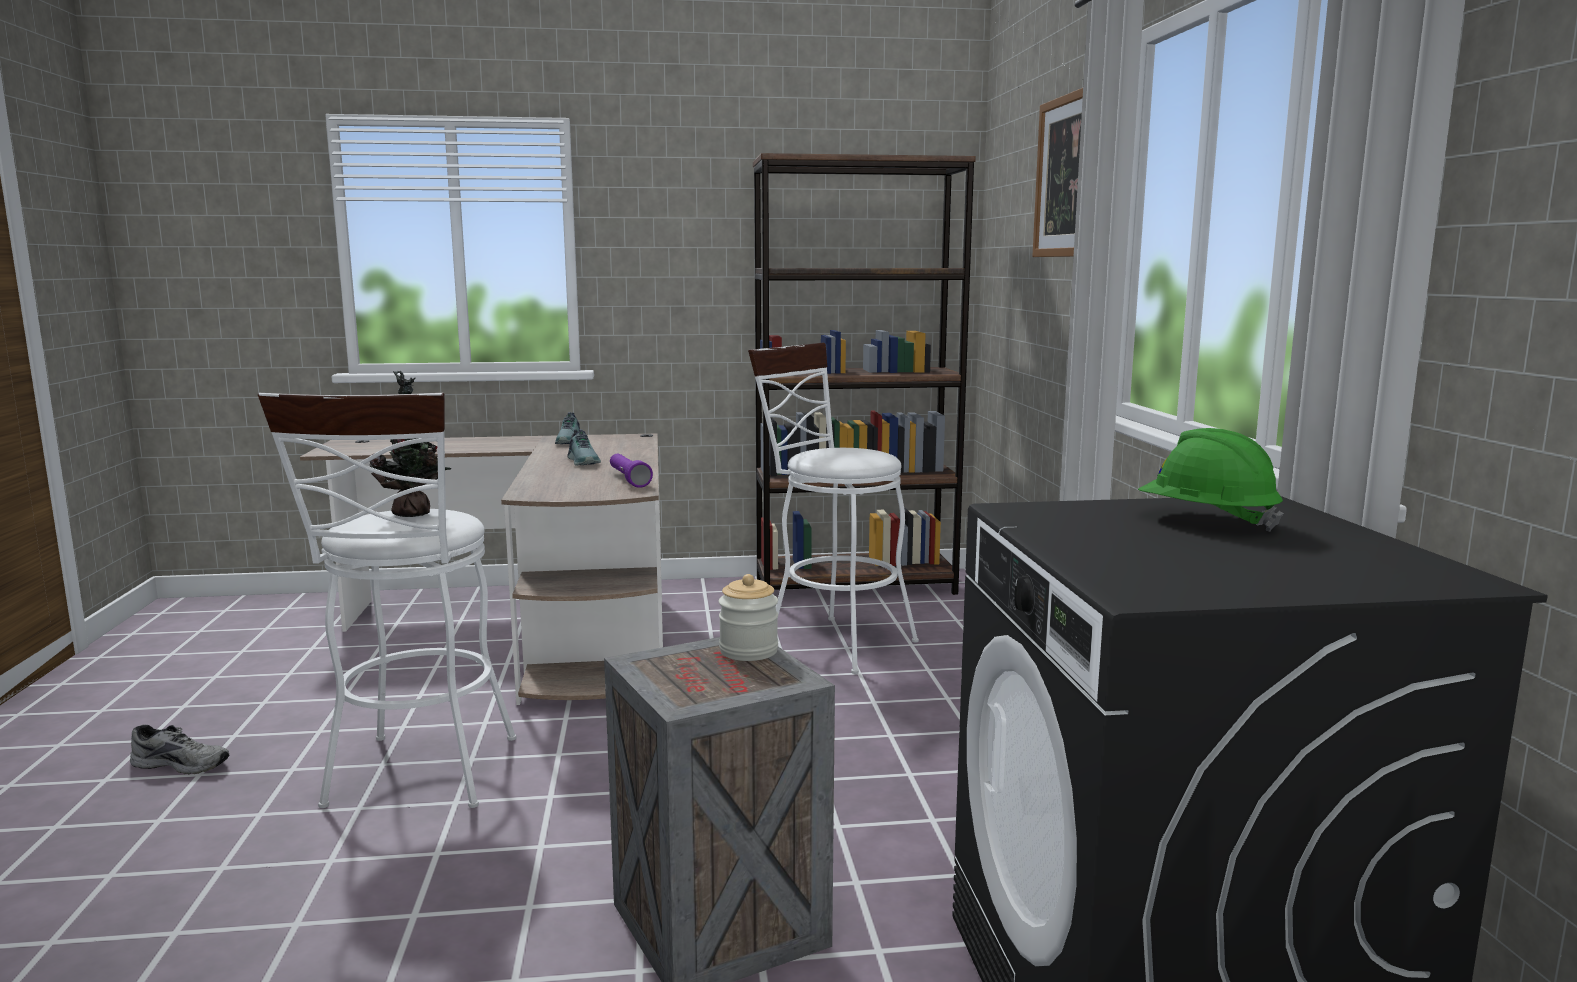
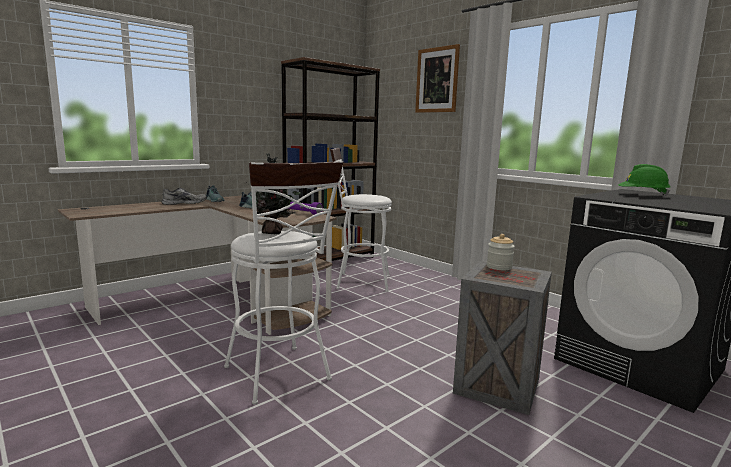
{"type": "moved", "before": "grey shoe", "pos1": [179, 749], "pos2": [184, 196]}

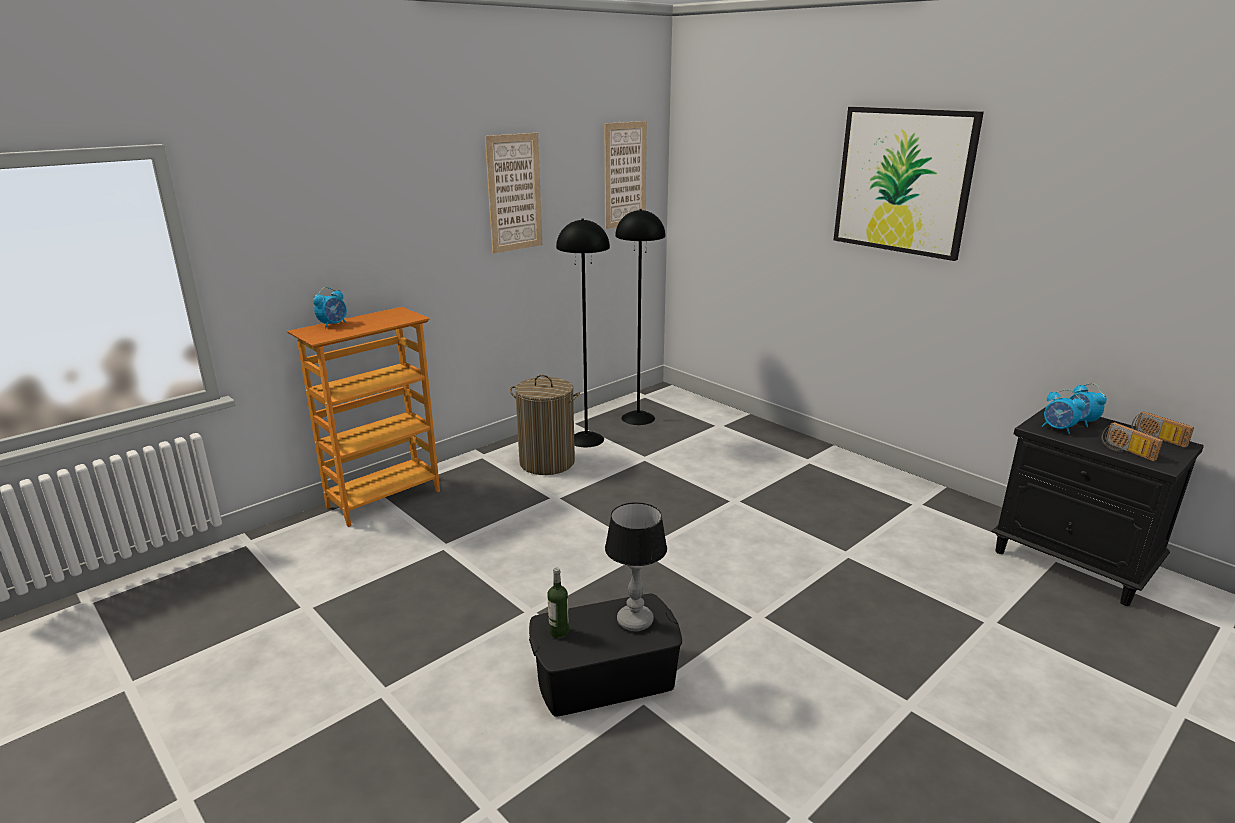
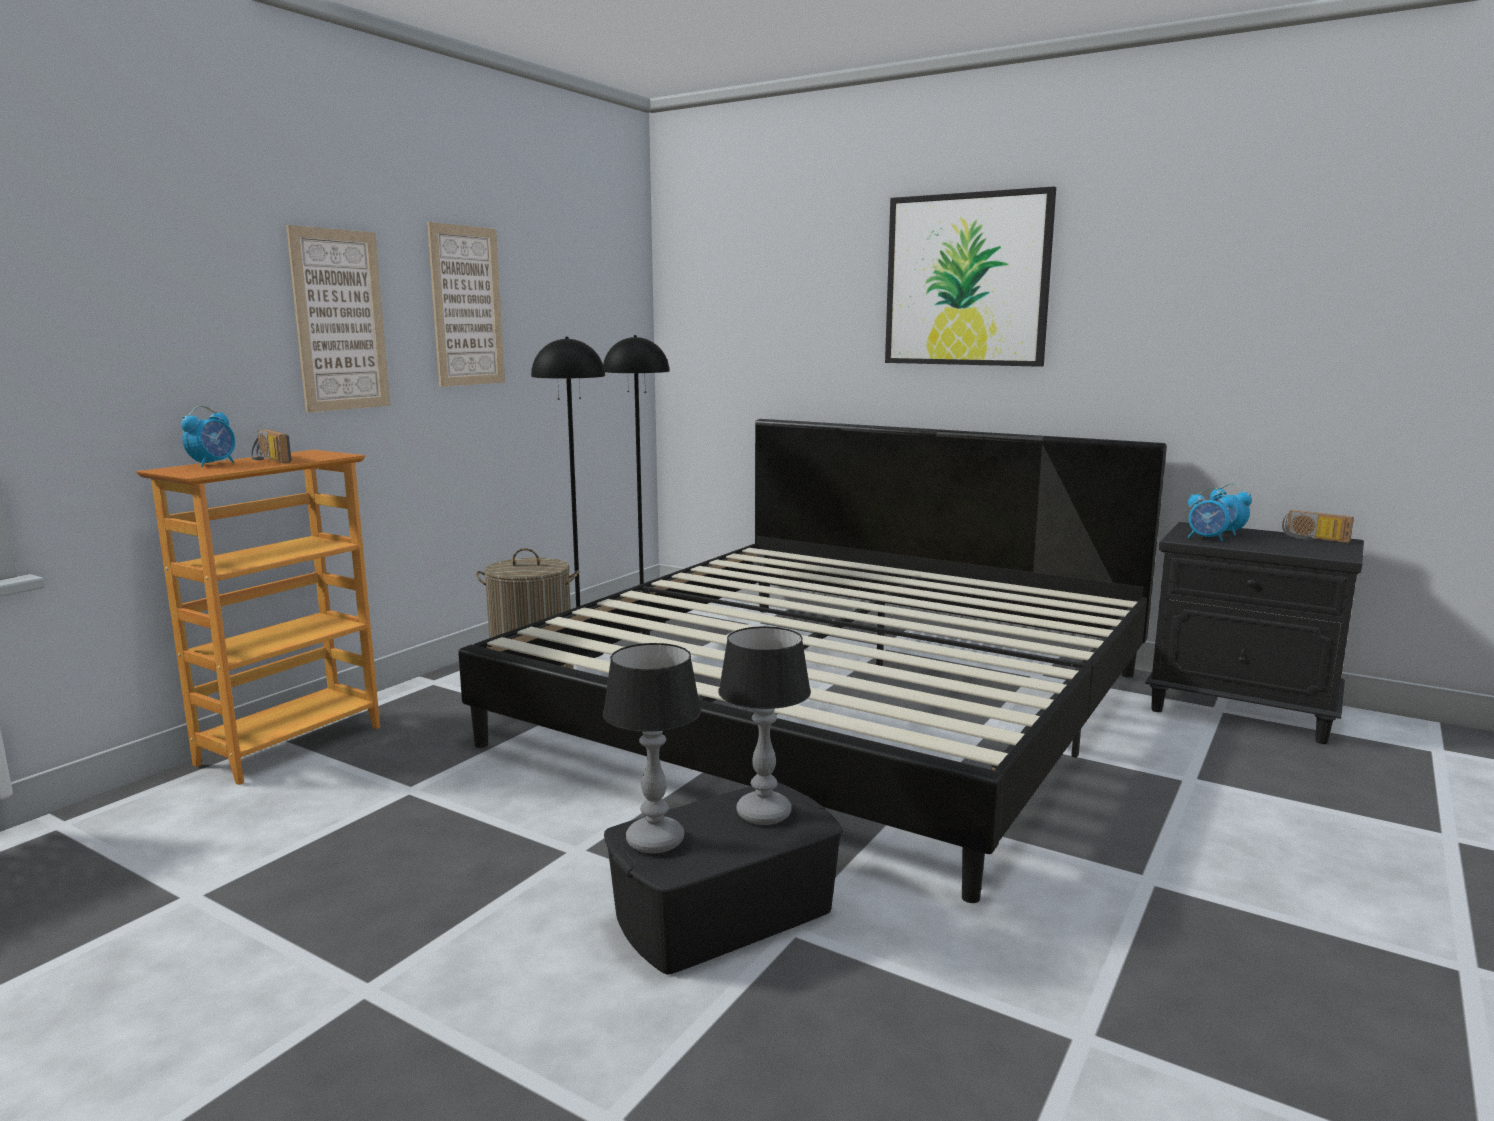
{"type": "added", "after": "bed", "pos2": [812, 661]}
{"type": "moved", "before": "picture", "pos1": [625, 175], "pos2": [338, 319]}
{"type": "moved", "before": "radio", "pos1": [1132, 441], "pos2": [271, 446]}
{"type": "replaced", "before": "bottle", "after": "table lamp", "pos1": [558, 602], "pos2": [652, 748]}

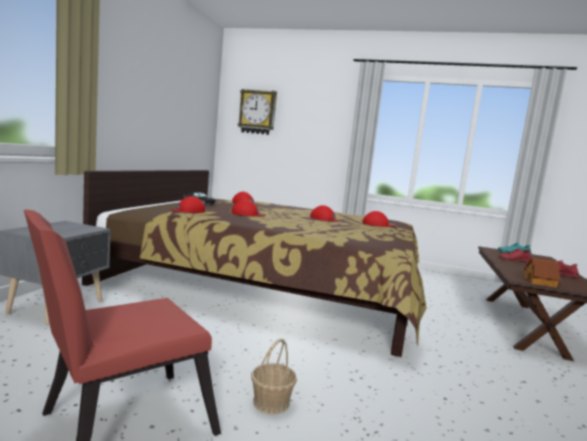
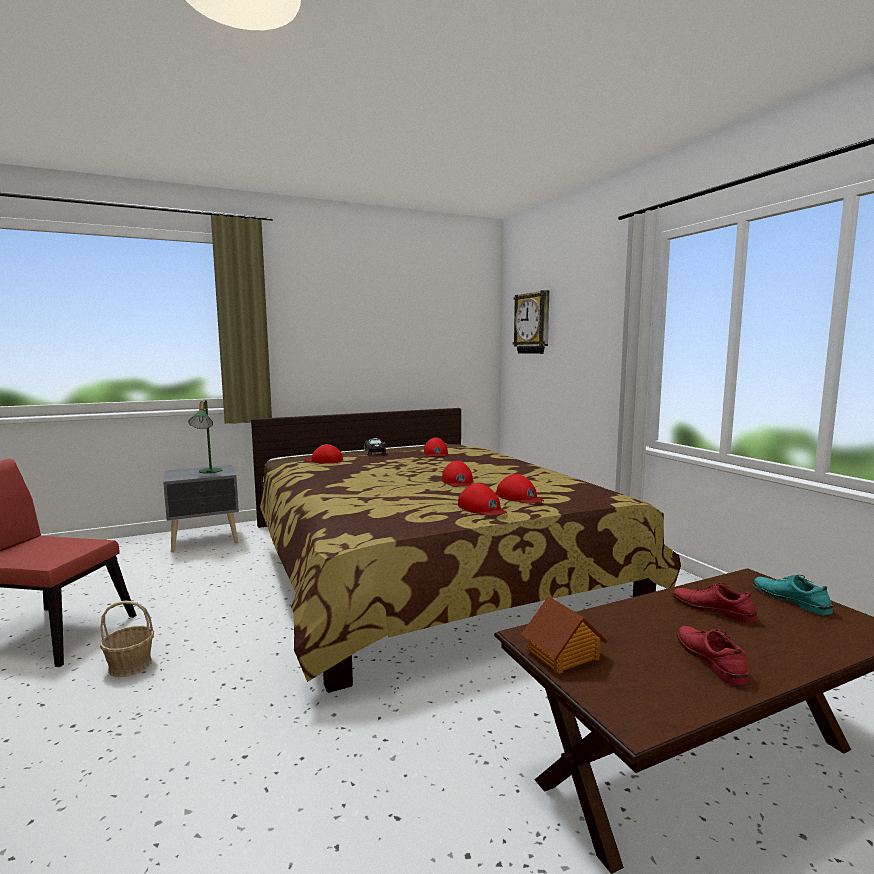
{"type": "added", "after": "green table lamp", "pos2": [205, 436]}
{"type": "moved", "before": "red cap", "pos1": [248, 208], "pos2": [482, 499]}

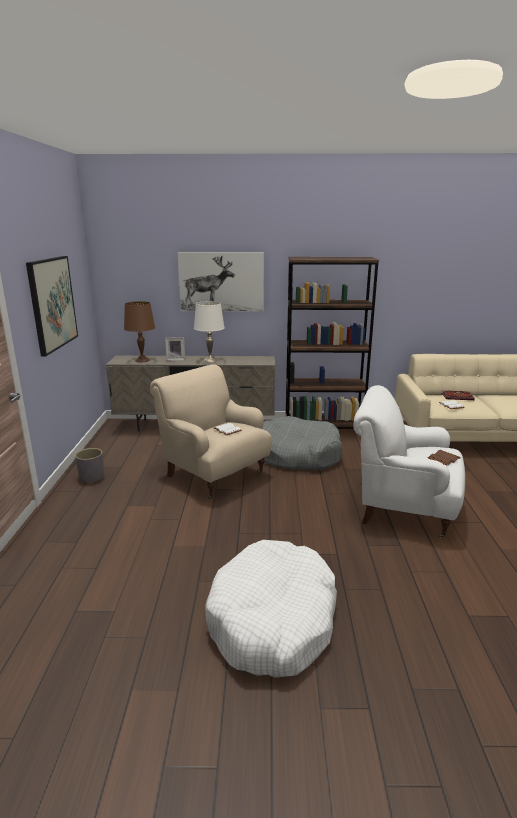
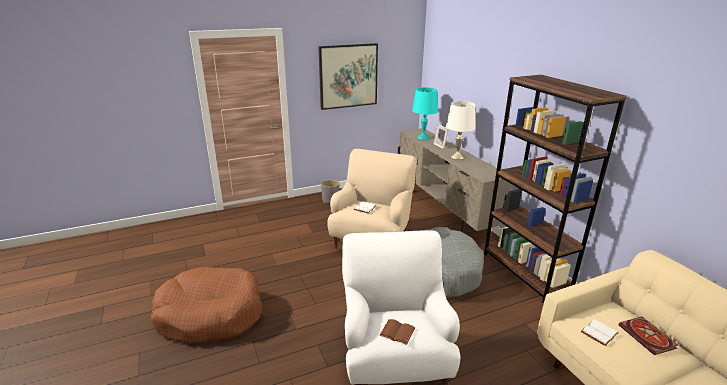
{"type": "removed", "before": "picture", "pos1": [220, 281]}
{"type": "recoloured", "before": "brown table lamp", "after": "turquoise table lamp", "pos1": [139, 332], "pos2": [425, 113]}
{"type": "recoloured", "before": "white dog bed", "after": "brown dog bed", "pos1": [271, 608], "pos2": [206, 305]}

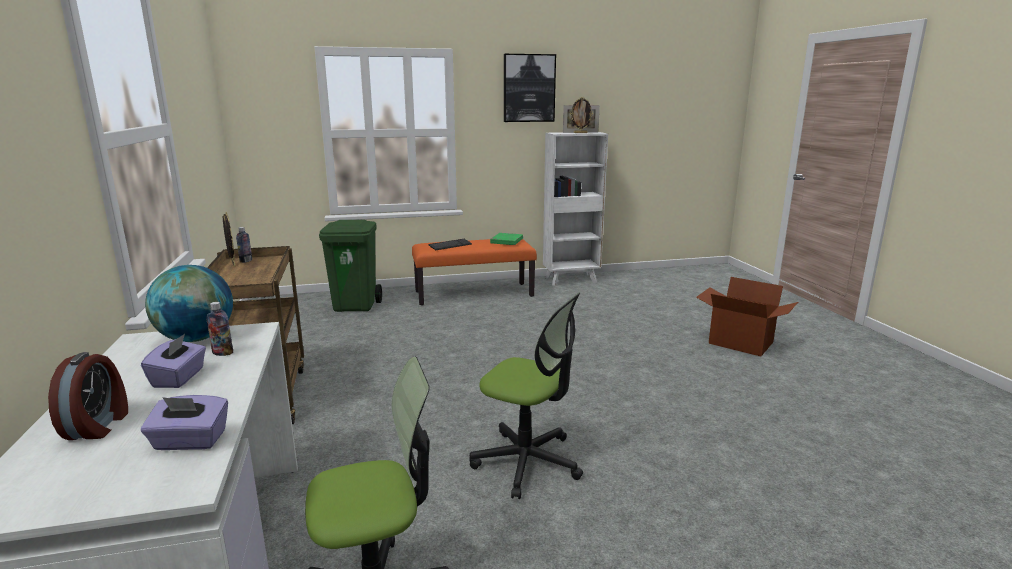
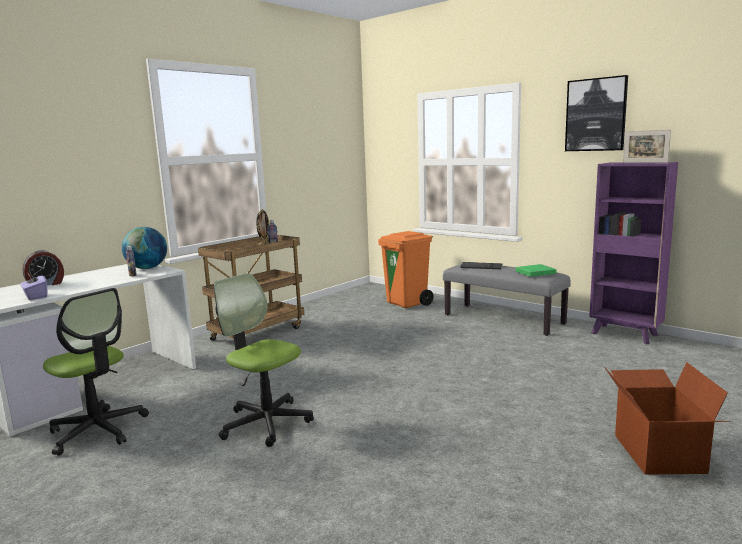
{"type": "removed", "before": "purple tissue box", "pos1": [173, 361]}
{"type": "removed", "before": "picture frame", "pos1": [581, 115]}
{"type": "recoloured", "before": "green trash can", "after": "orange trash can", "pos1": [350, 266], "pos2": [406, 269]}
{"type": "recoloured", "before": "orange bench", "after": "grey bench", "pos1": [474, 272], "pos2": [507, 299]}
{"type": "recoloured", "before": "white bookcase", "after": "purple bookcase", "pos1": [575, 209], "pos2": [633, 253]}
{"type": "turned", "before": "office chair", "pos1": [526, 396], "pos2": [264, 360], "turn": 135}

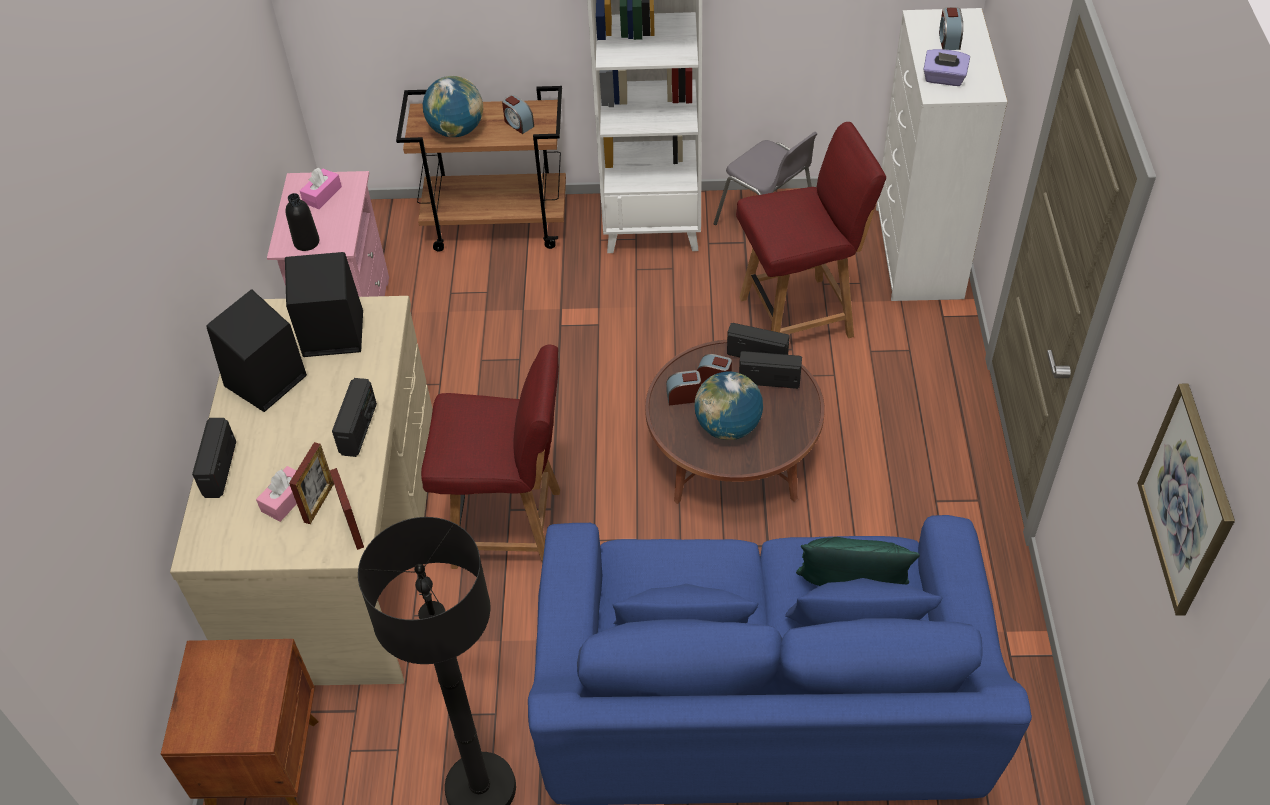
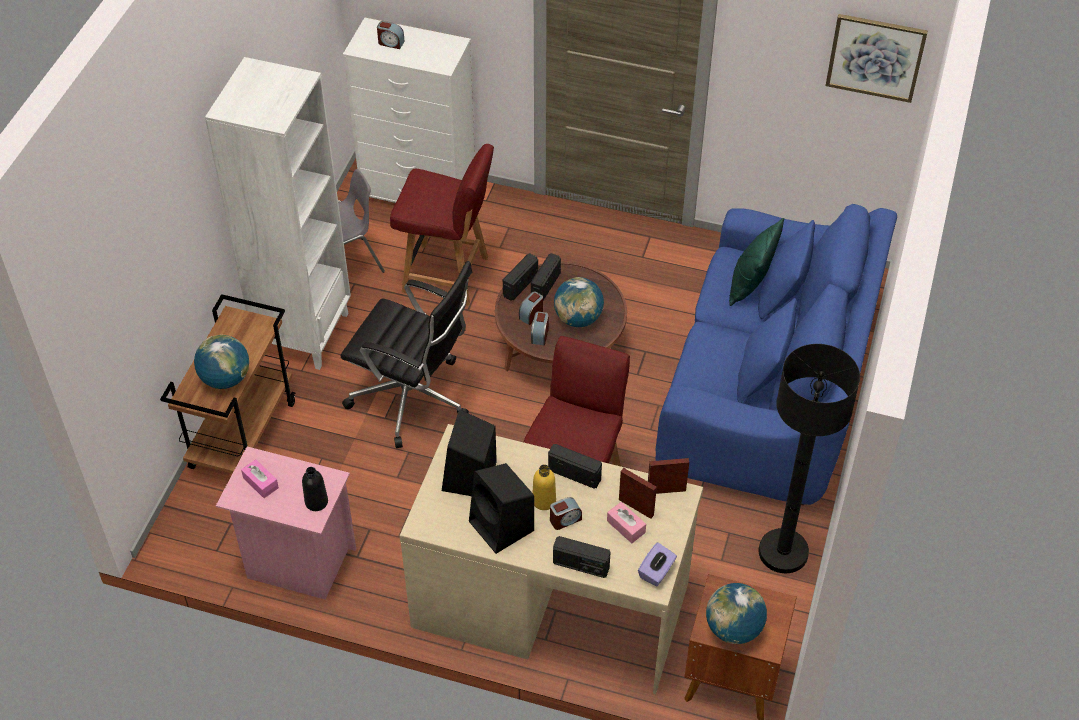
{"type": "added", "after": "black office chair", "pos2": [406, 354]}
{"type": "added", "after": "yellow bottle", "pos2": [544, 487]}
{"type": "added", "after": "globe", "pos2": [736, 613]}
{"type": "moved", "before": "alarm clock", "pos1": [518, 114], "pos2": [566, 513]}
{"type": "moved", "before": "purple tissue box", "pos1": [946, 67], "pos2": [657, 564]}
{"type": "turned", "before": "red chair", "pos1": [811, 230], "pos2": [442, 225], "turn": 105}

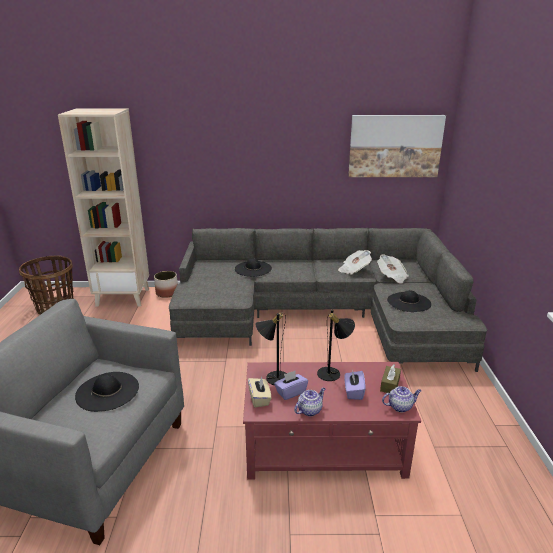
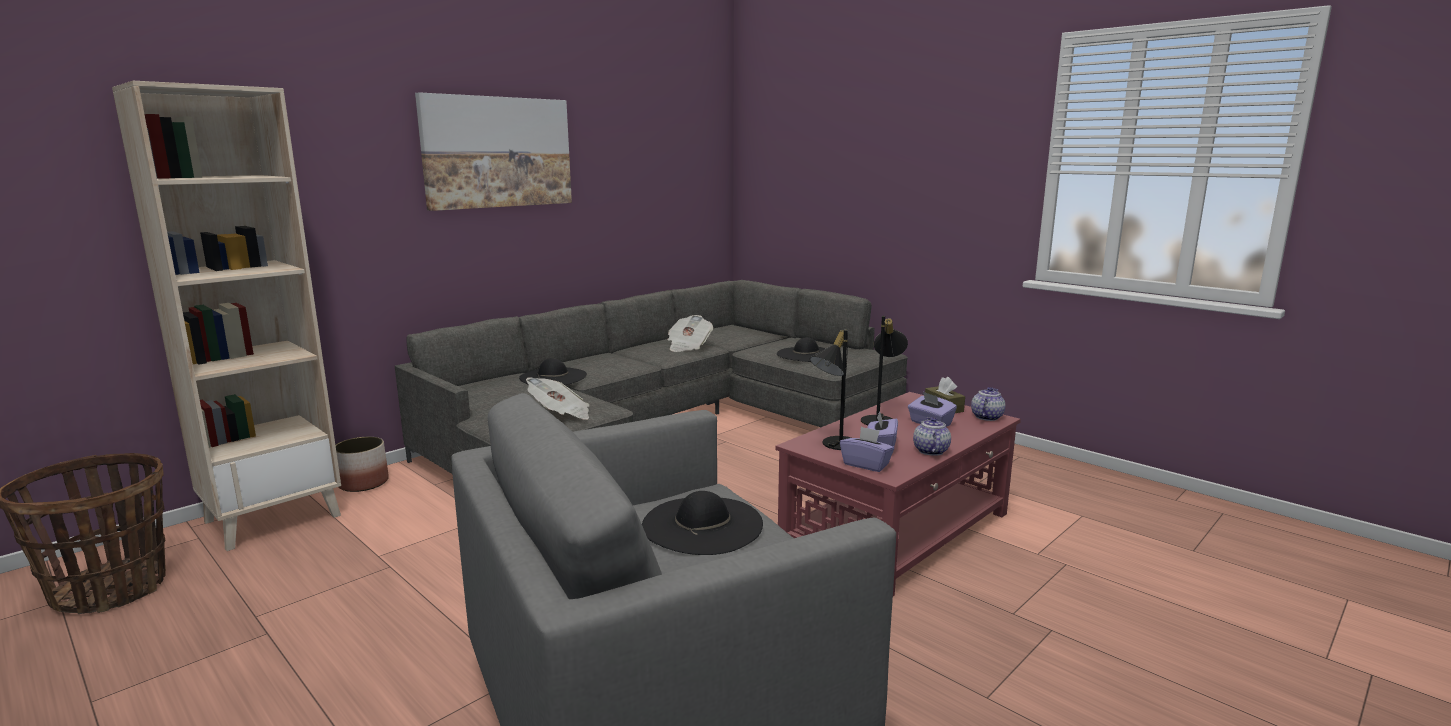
{"type": "moved", "before": "picture", "pos1": [397, 146], "pos2": [493, 151]}
{"type": "moved", "before": "newspaper", "pos1": [393, 269], "pos2": [557, 398]}
{"type": "recoloured", "before": "beige tissue box", "after": "purple tissue box", "pos1": [259, 392], "pos2": [867, 449]}

